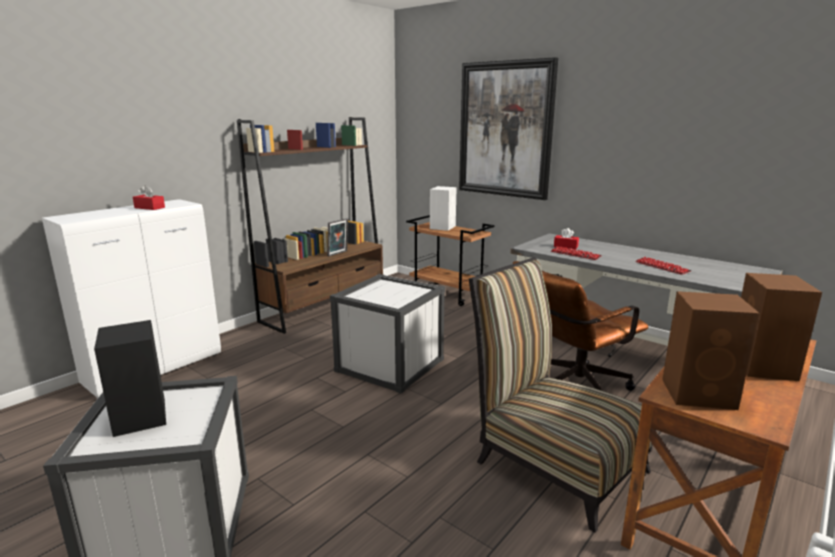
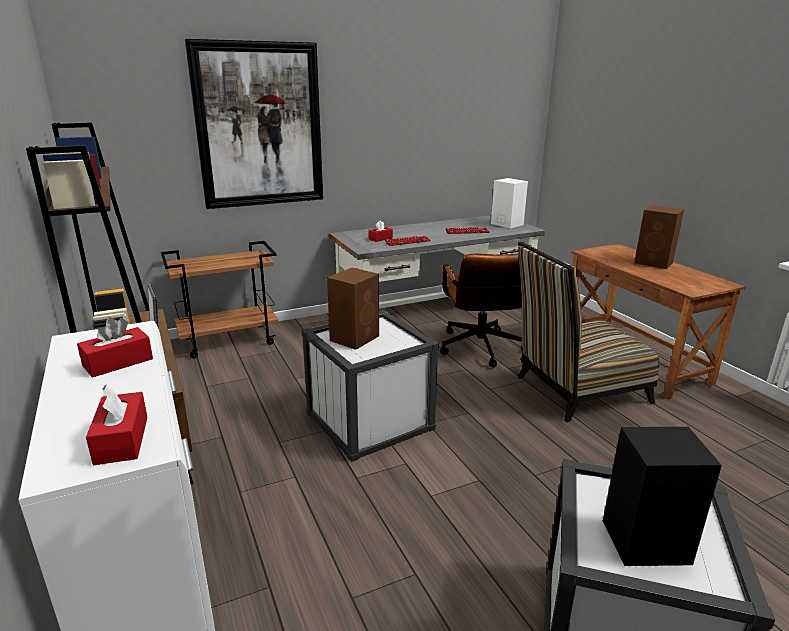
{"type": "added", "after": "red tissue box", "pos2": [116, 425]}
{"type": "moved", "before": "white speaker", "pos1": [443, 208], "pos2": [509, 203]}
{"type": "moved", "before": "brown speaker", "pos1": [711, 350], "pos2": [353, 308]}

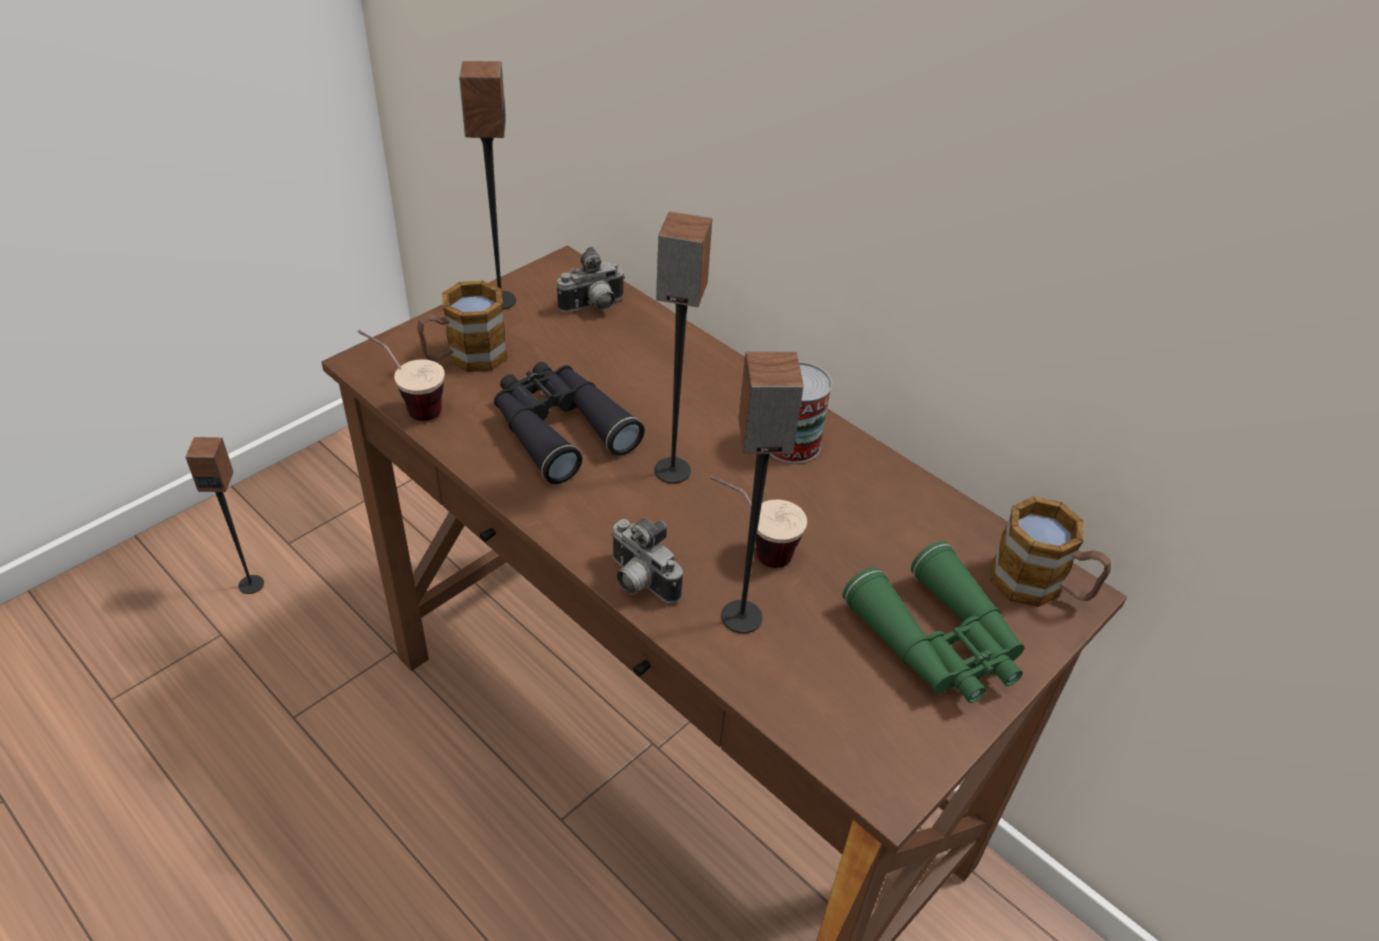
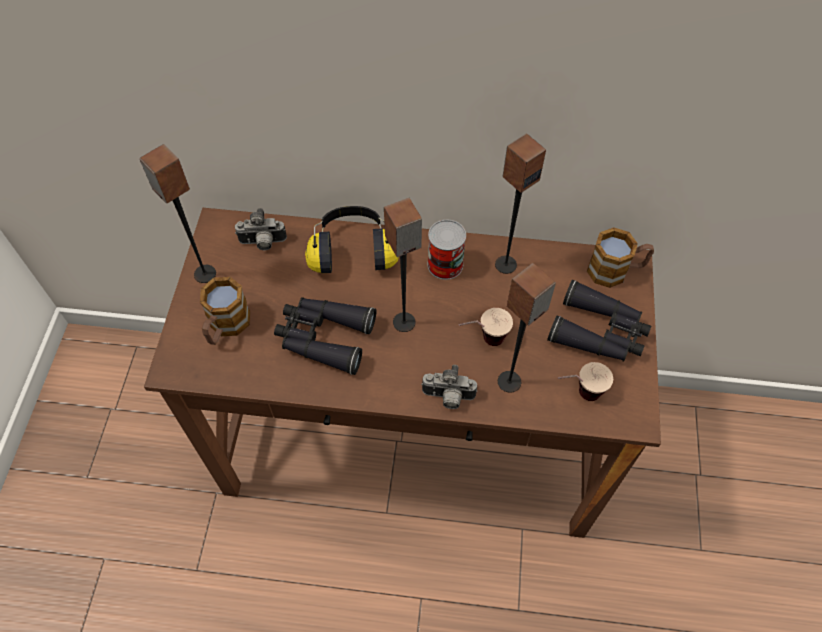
{"type": "added", "after": "headphones", "pos2": [352, 239]}
{"type": "moved", "before": "speaker", "pos1": [225, 515], "pos2": [520, 204]}
{"type": "moved", "before": "cup", "pos1": [401, 375], "pos2": [585, 381]}
{"type": "recoloured", "before": "green binoculars", "after": "black binoculars", "pos1": [934, 622], "pos2": [599, 321]}
{"type": "turned", "before": "photo camera", "pos1": [591, 279], "pos2": [261, 229], "turn": 60}

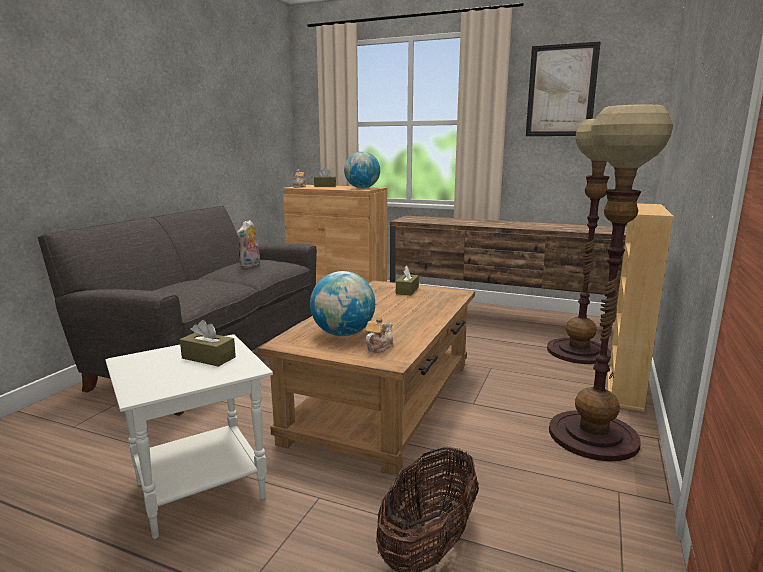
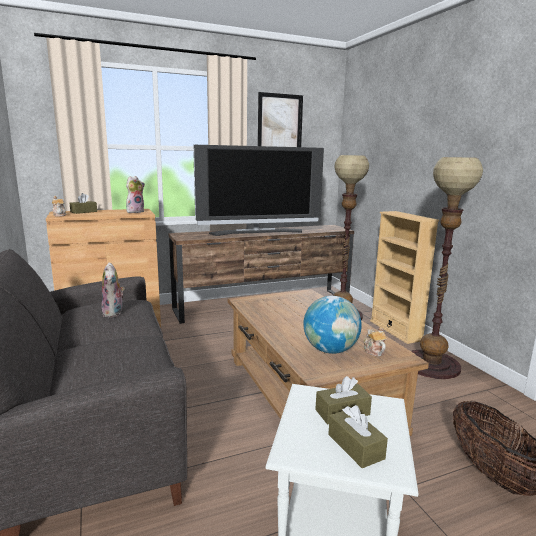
{"type": "added", "after": "television", "pos2": [258, 190]}
{"type": "moved", "before": "brown tissue box", "pos1": [407, 280], "pos2": [358, 436]}
{"type": "replaced", "before": "globe", "after": "plush toy", "pos1": [362, 169], "pos2": [135, 194]}

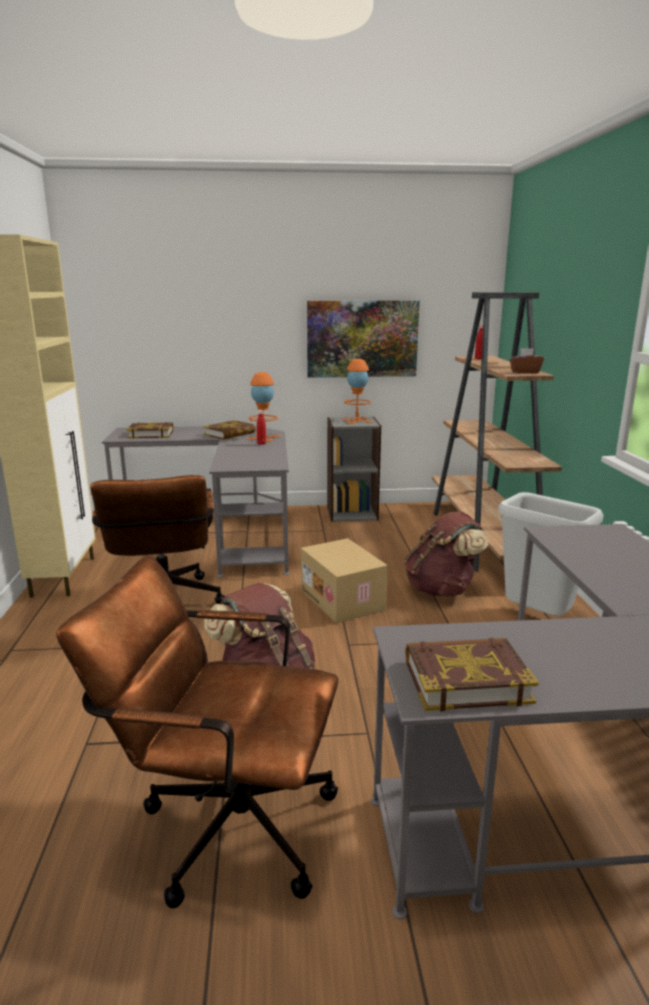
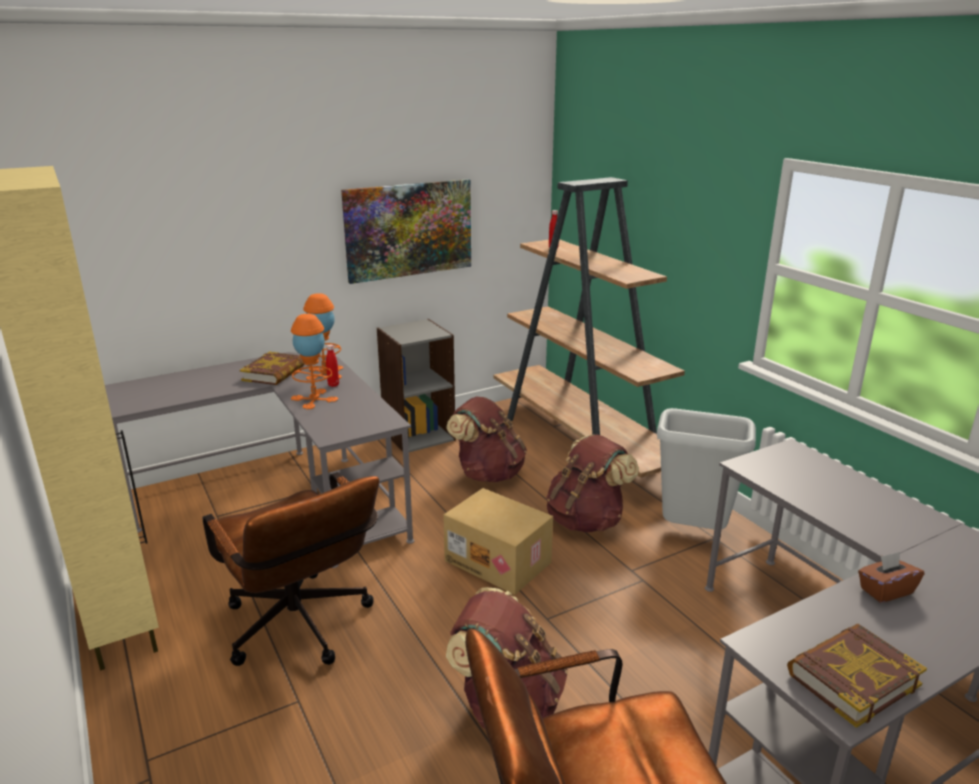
{"type": "removed", "before": "book", "pos1": [149, 430]}
{"type": "added", "after": "brown backpack", "pos2": [486, 439]}
{"type": "moved", "before": "orange table lamp", "pos1": [357, 391], "pos2": [314, 361]}
{"type": "moved", "before": "brown tissue box", "pos1": [527, 360], "pos2": [891, 577]}

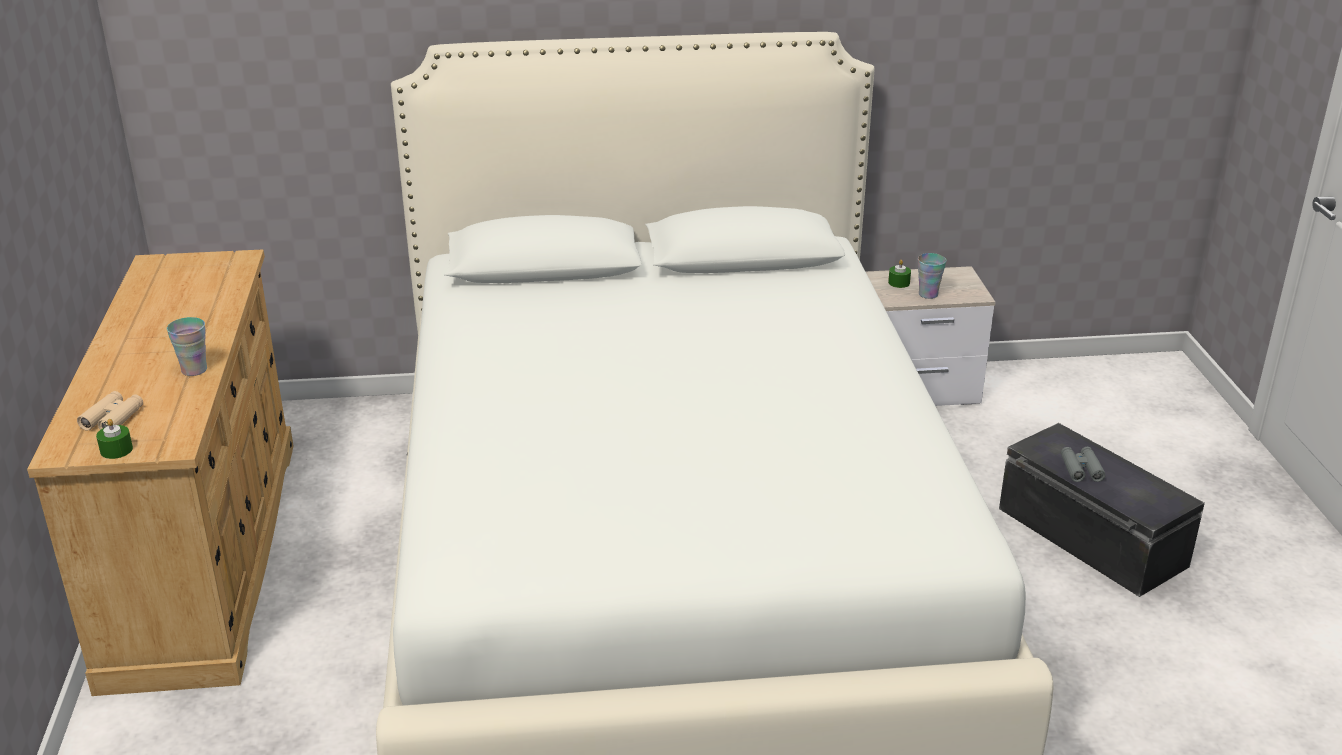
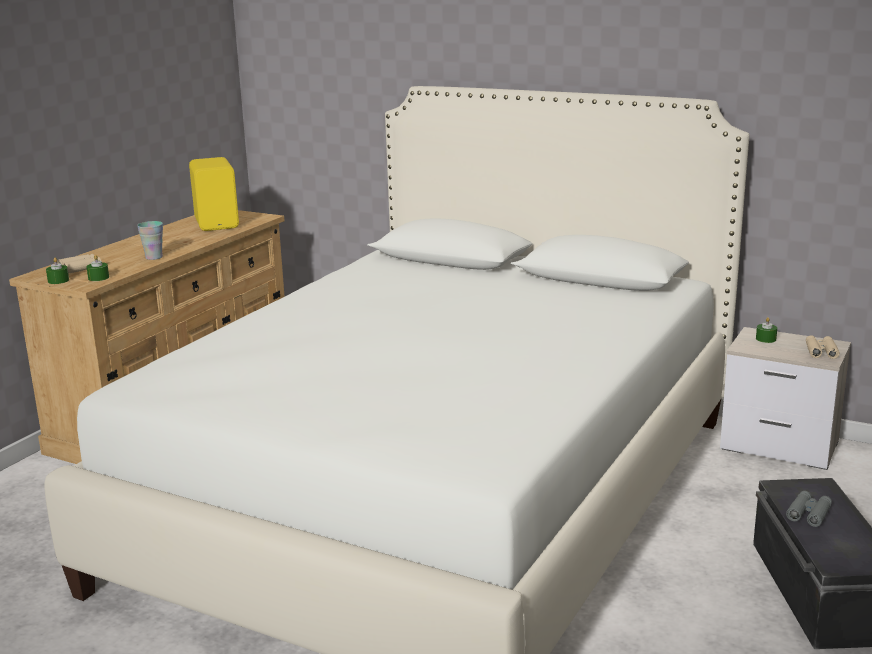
{"type": "removed", "before": "cup", "pos1": [932, 276]}
{"type": "added", "after": "green candle", "pos2": [97, 268]}
{"type": "added", "after": "yellow speaker", "pos2": [214, 194]}
{"type": "added", "after": "beige binoculars", "pos2": [823, 347]}

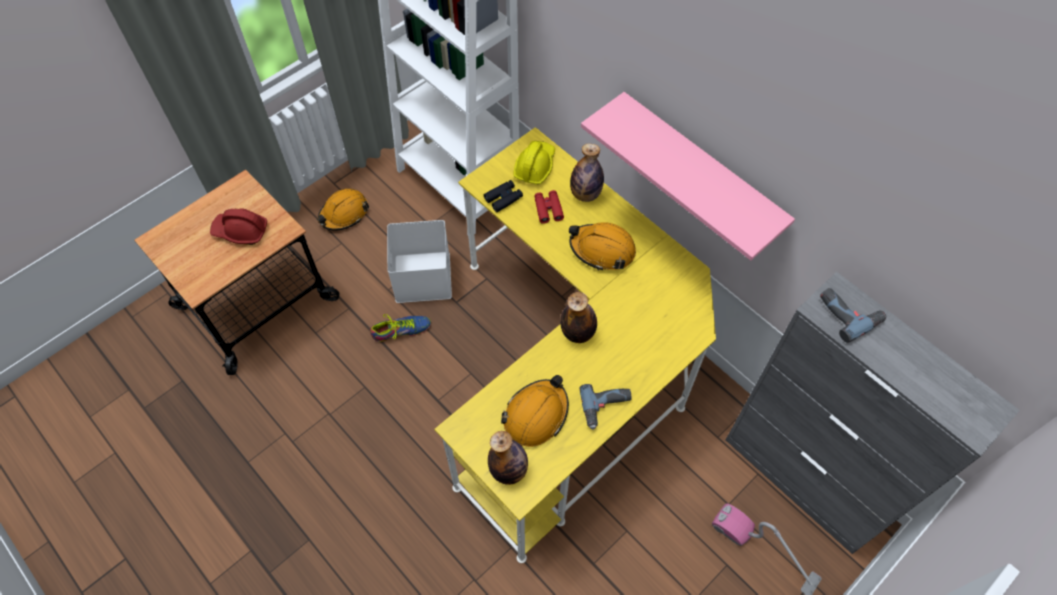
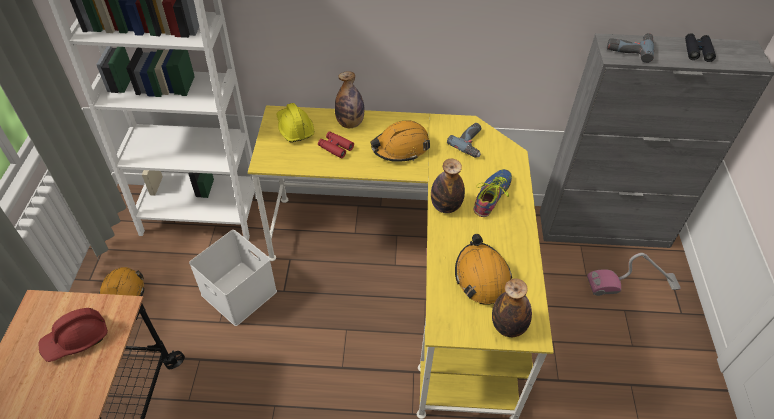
{"type": "removed", "before": "pink shelf", "pos1": [688, 176]}
{"type": "moved", "before": "shoe", "pos1": [400, 328], "pos2": [493, 193]}
{"type": "moved", "before": "black binoculars", "pos1": [503, 196], "pos2": [700, 47]}
{"type": "moved", "before": "power drill", "pos1": [605, 407], "pos2": [464, 140]}

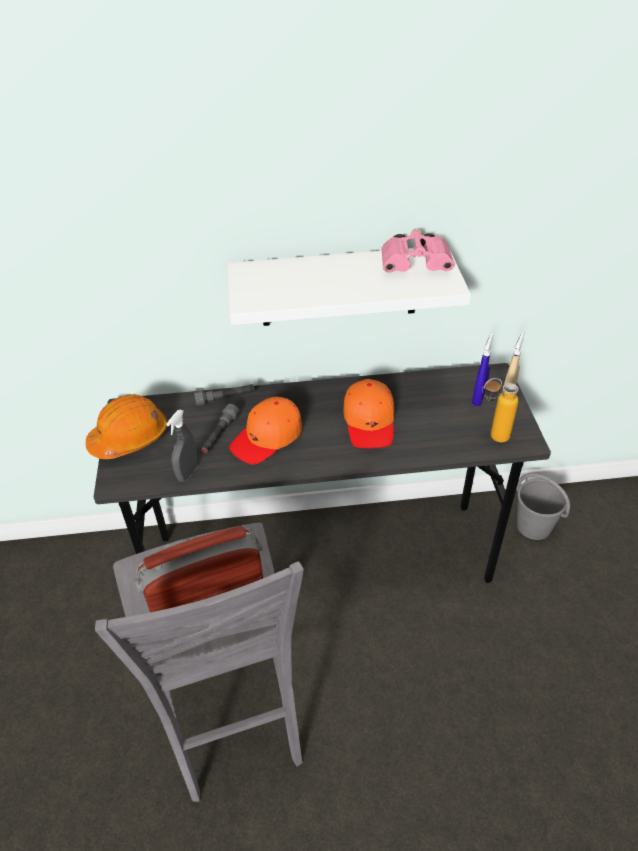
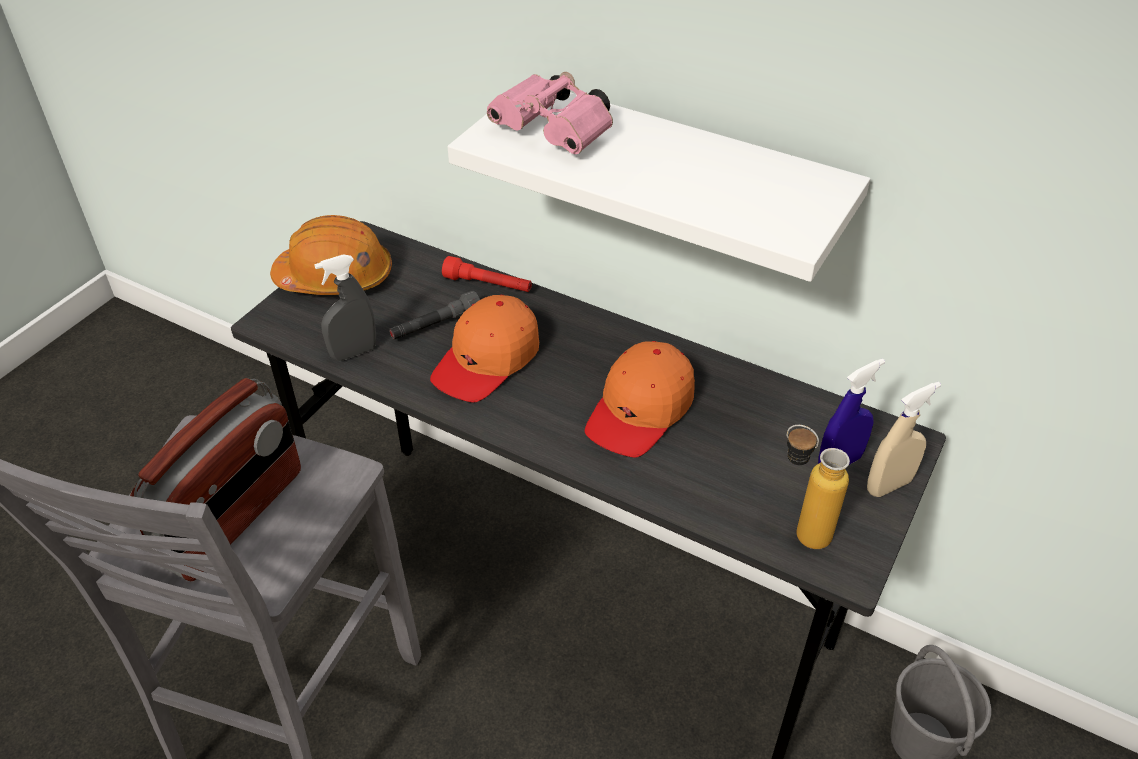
{"type": "moved", "before": "pink binoculars", "pos1": [417, 251], "pos2": [550, 113]}
{"type": "recoloured", "before": "grey flashlight", "after": "red flashlight", "pos1": [224, 395], "pos2": [487, 274]}
{"type": "turned", "before": "radio", "pos1": [198, 569], "pos2": [215, 479], "turn": 105}
{"type": "turned", "before": "orange cap", "pos1": [265, 430], "pos2": [484, 349], "turn": -45}

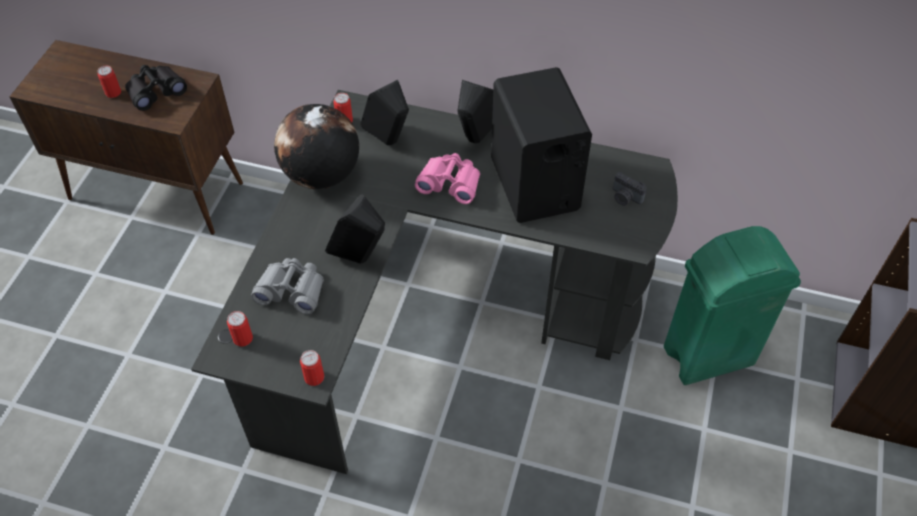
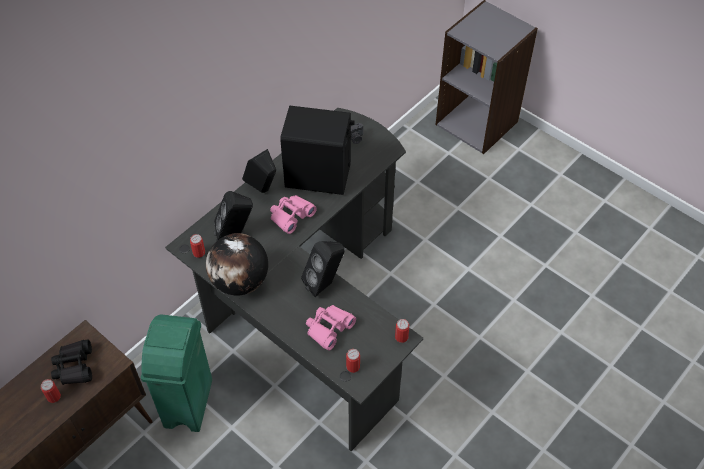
{"type": "moved", "before": "green trash can", "pos1": [732, 305], "pos2": [176, 373]}
{"type": "recoloured", "before": "grey binoculars", "after": "pink binoculars", "pos1": [287, 286], "pos2": [331, 328]}

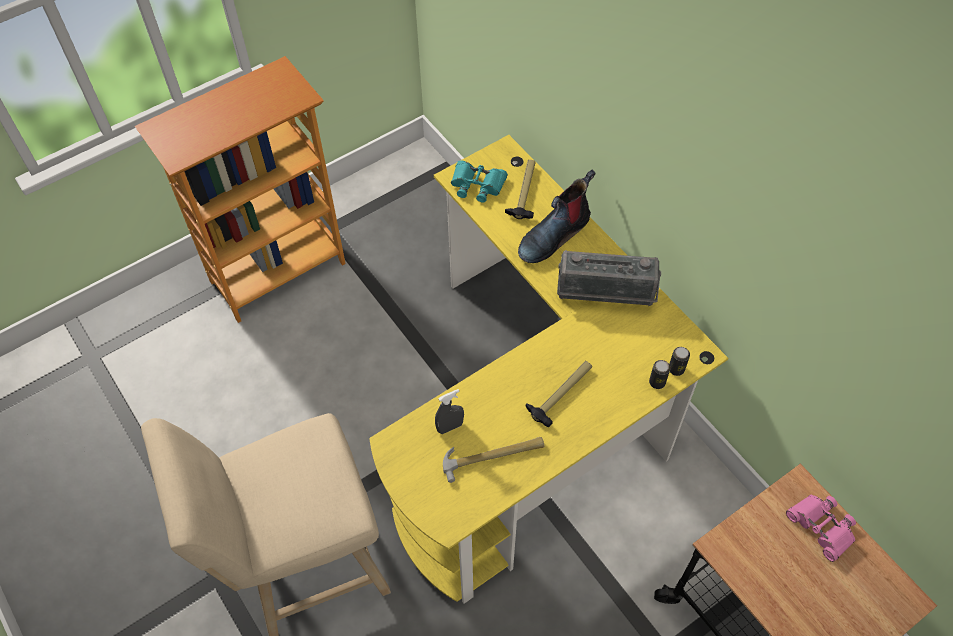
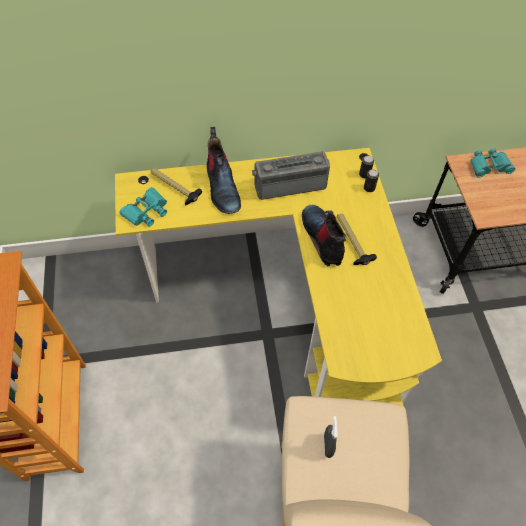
{"type": "removed", "before": "hammer", "pos1": [493, 460]}
{"type": "added", "after": "boot", "pos2": [324, 235]}
{"type": "moved", "before": "grey spray bottle", "pos1": [449, 411], "pos2": [331, 437]}
{"type": "recoloured", "before": "pink binoculars", "after": "turquoise binoculars", "pos1": [821, 528], "pos2": [492, 163]}
{"type": "turned", "before": "radio", "pos1": [609, 278], "pos2": [291, 175], "turn": -135}

